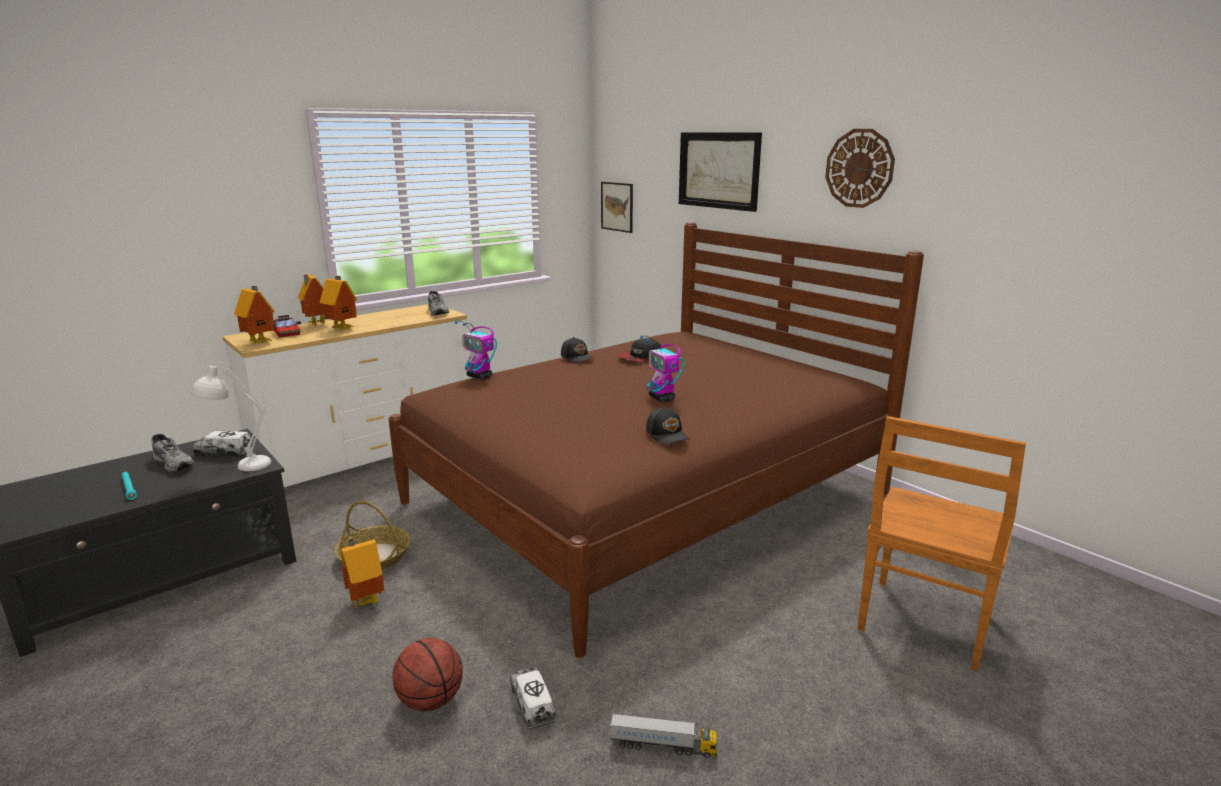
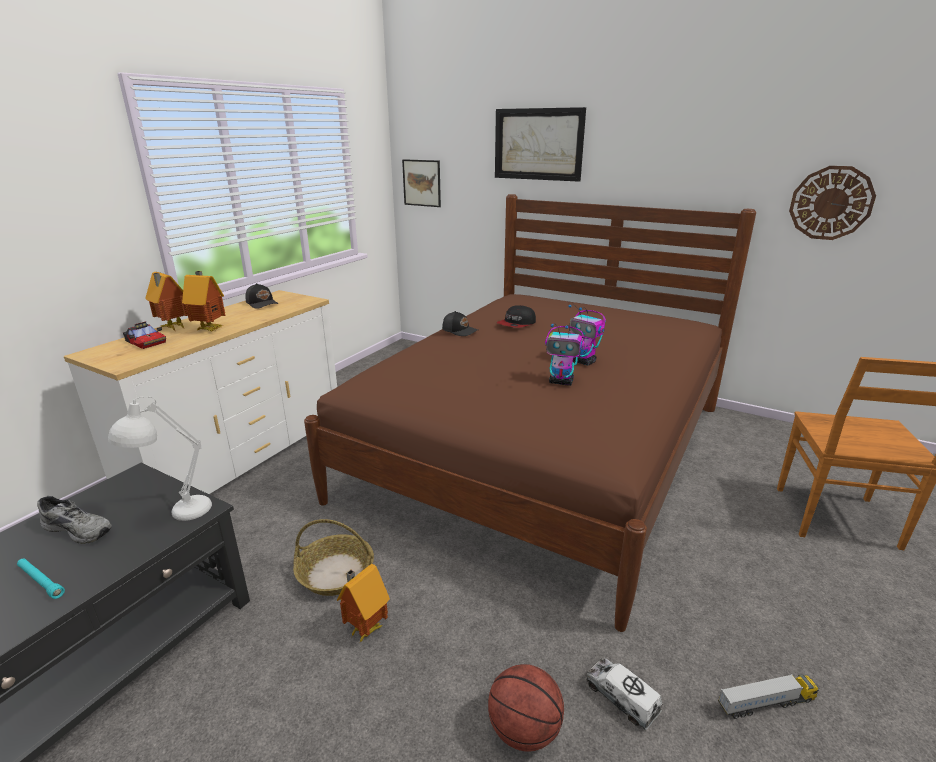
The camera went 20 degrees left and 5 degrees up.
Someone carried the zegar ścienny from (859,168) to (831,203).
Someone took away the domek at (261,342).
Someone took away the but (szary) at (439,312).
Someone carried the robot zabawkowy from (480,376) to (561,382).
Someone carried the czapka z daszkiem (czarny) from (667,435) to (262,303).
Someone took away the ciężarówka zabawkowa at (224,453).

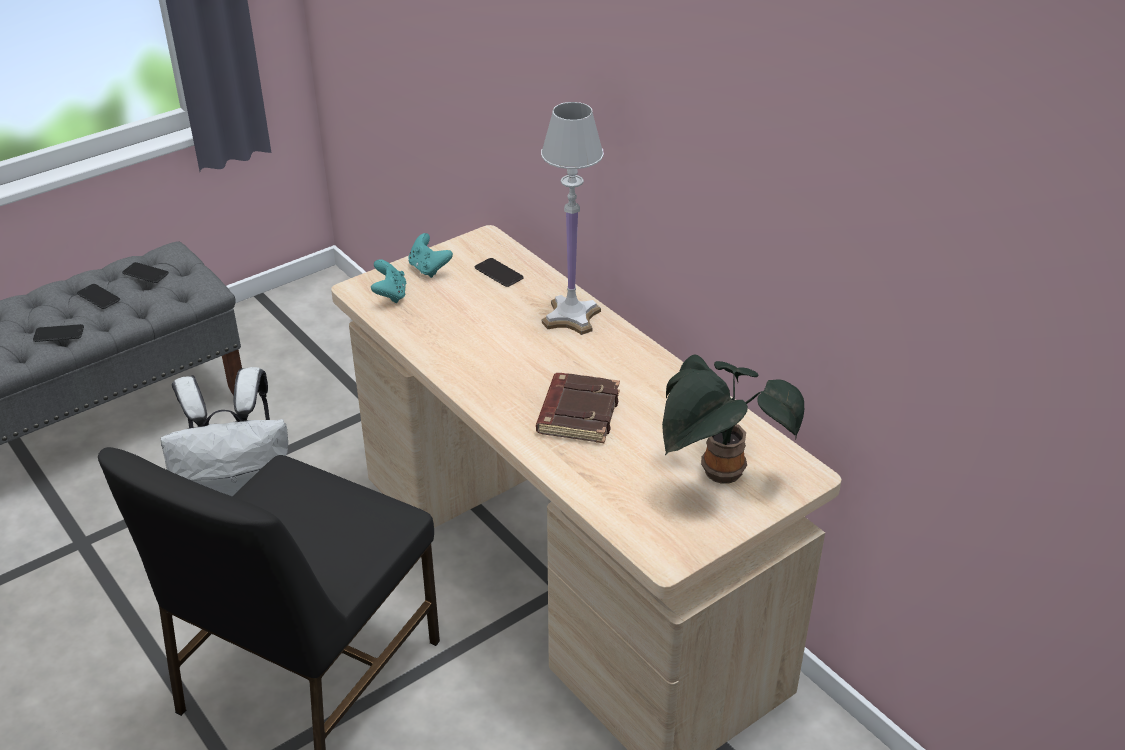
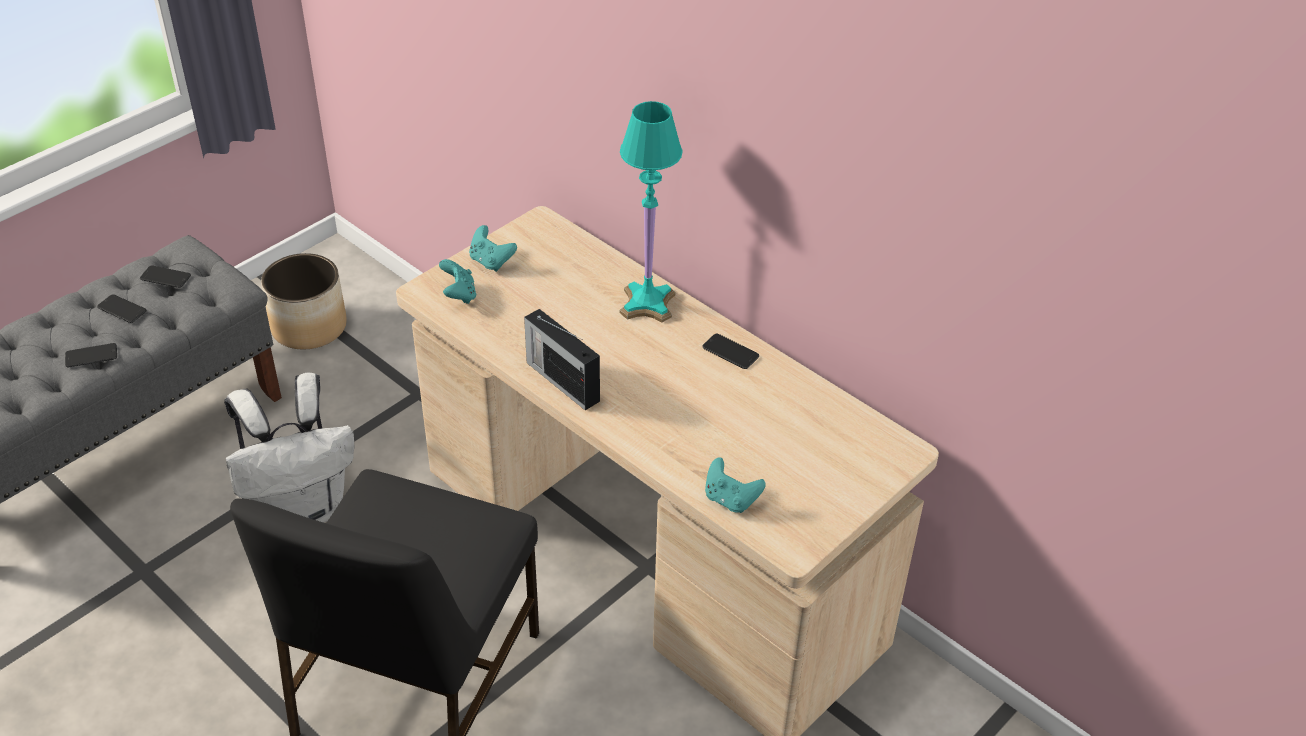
The camera went 10 degrees left and 5 degrees up.
Someone repainted the lampa stołowa (biały) at (571,317), which became the lampa stołowa (turkusowy) at (647,304).
Someone carried the telefon from (498,273) to (730,352).
Someone took away the roślina doniczkowa at (719,475).
Someone took away the książka (brązowy) at (577,413).
Someone put down the donica at (309,326).
Someone put down the radio at (561,380).
Someone put down the pad do gier (turkusowy) at (730,499).

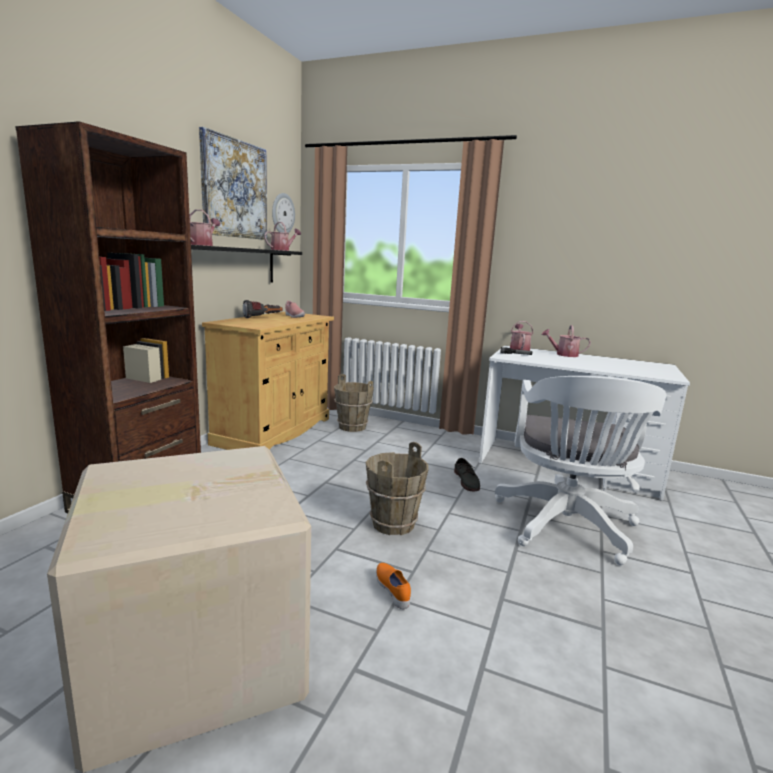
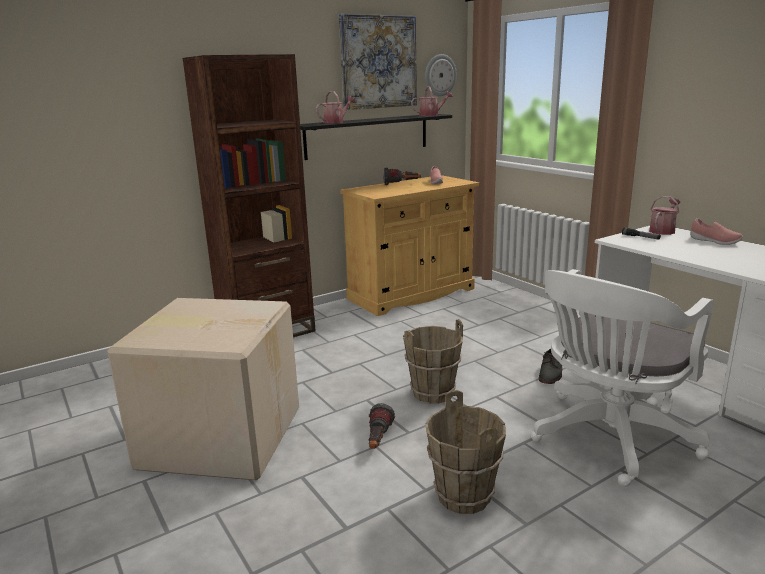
The camera went 35 degrees right and 5 degrees up.
Someone swapped the konewka at (563,354) for the but (różowy) at (714,241).
Someone carried the wiadro (brązowy) from (352,427) to (463,496).
Someone swapped the but (pomarańczowy) at (393,591) for the latarka at (378,440).

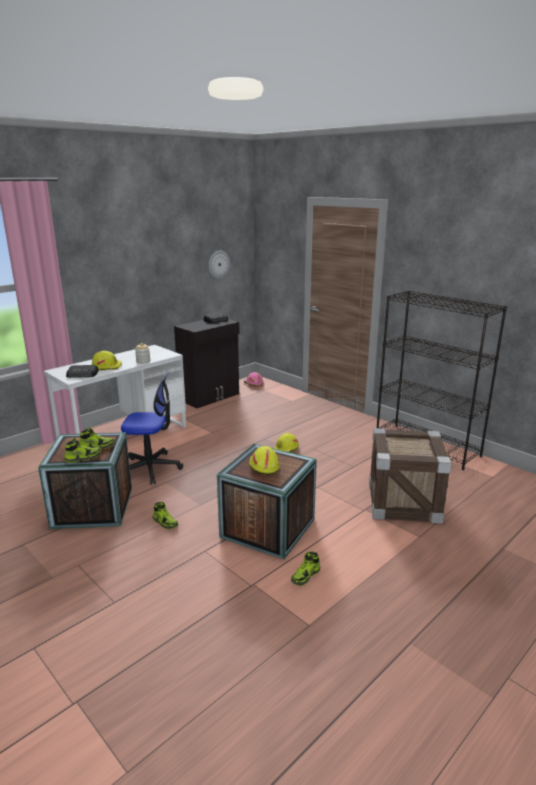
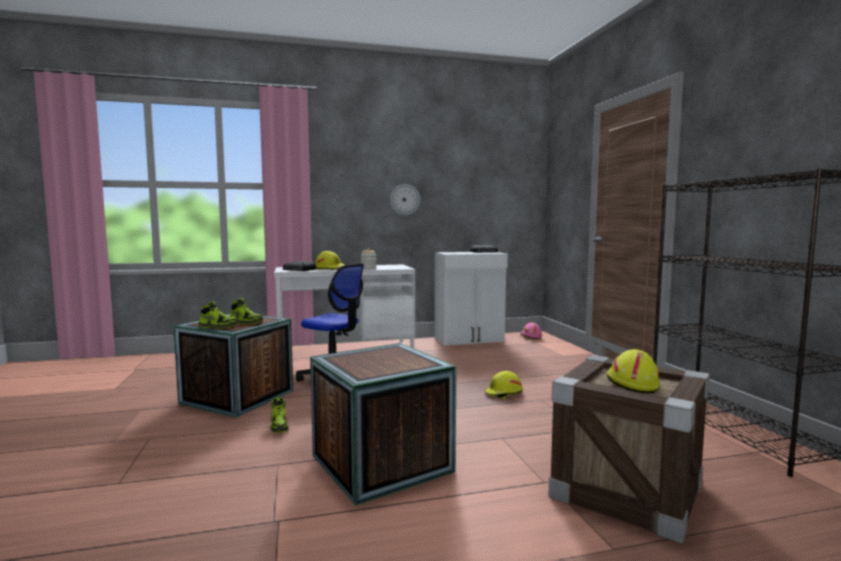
The camera went 30 degrees right and 15 degrees down.
Someone carried the zegar ścienny from (218,264) to (404,200).
Someone repainted the szafka (czarny) at (210,397), which became the szafka (biały) at (469,340).
Someone carried the kask (żółty) from (263,466) to (631,384).
Someone took away the but at (305,576).

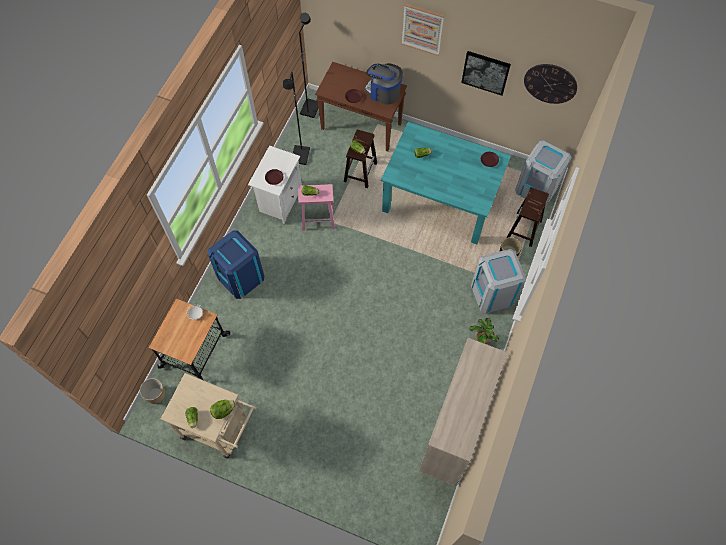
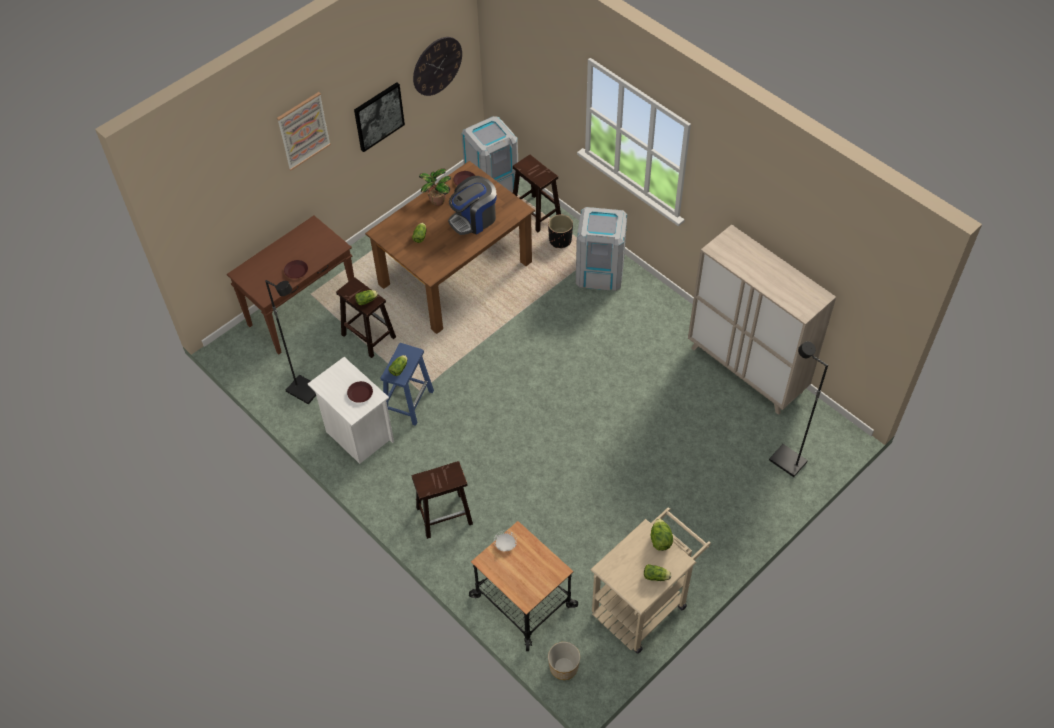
The camera went 65 degrees left and 10 degrees down.
Someone carried the lampa stojąca (czarny) from (310,108) to (786,462).
Someone carried the ekspres do kawy from (383,92) to (474,219).
Someone repainted the stół jadalny (turkusowy) at (441,200), which became the stół jadalny (brązowy) at (455,272).
Someone repainted the stołek (różowy) at (318,218), which became the stołek (niebieski) at (408,402).
Someone swapped the kosz na śmieci (niebieski) at (241,277) for the stołek (brązowy) at (445,515).
Someone carried the roślina doniczkowa from (481,340) to (436,201).

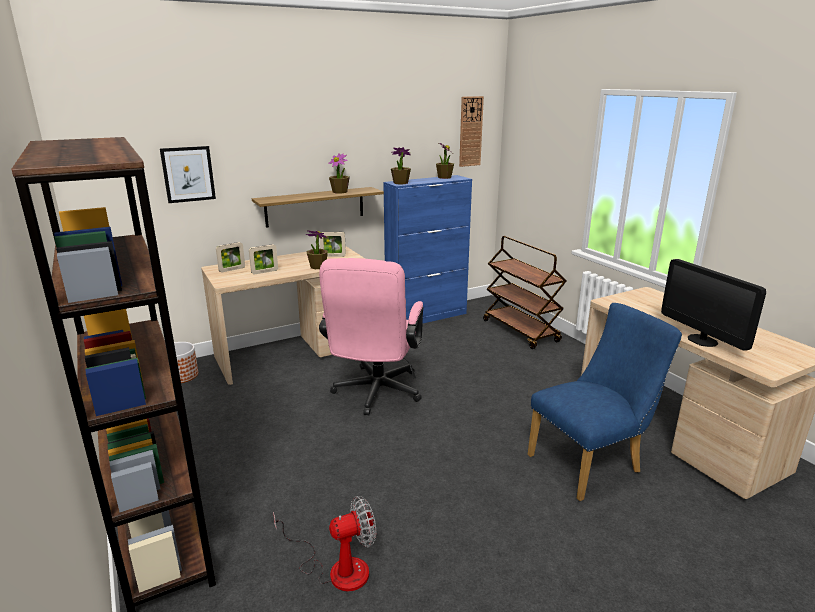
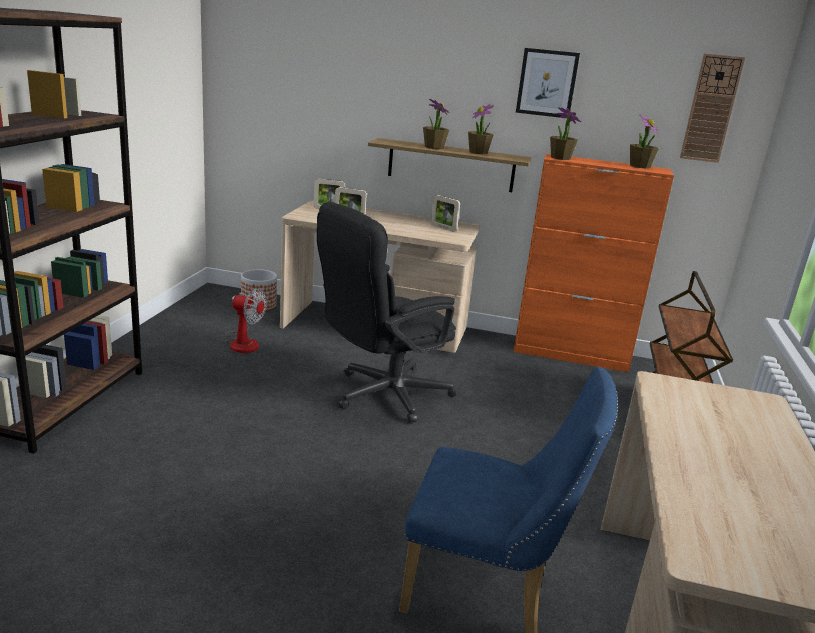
The camera went 40 degrees right and 0 degrees up.
Someone carried the obraz from (188,174) to (547,83).
Someone repainted the szafka (niebieski) at (427,316), which became the szafka (pomarańczowy) at (571,355).
Someone carried the roślina doniczkowa from (317,266) to (433,147).
Someone repainted the krzesło biurowe (różowy) at (375,394), which became the krzesło biurowe (czarny) at (381,396).
Someone took away the monitor at (702,340).
Someone carried the wentylator from (337,569) to (243,342).

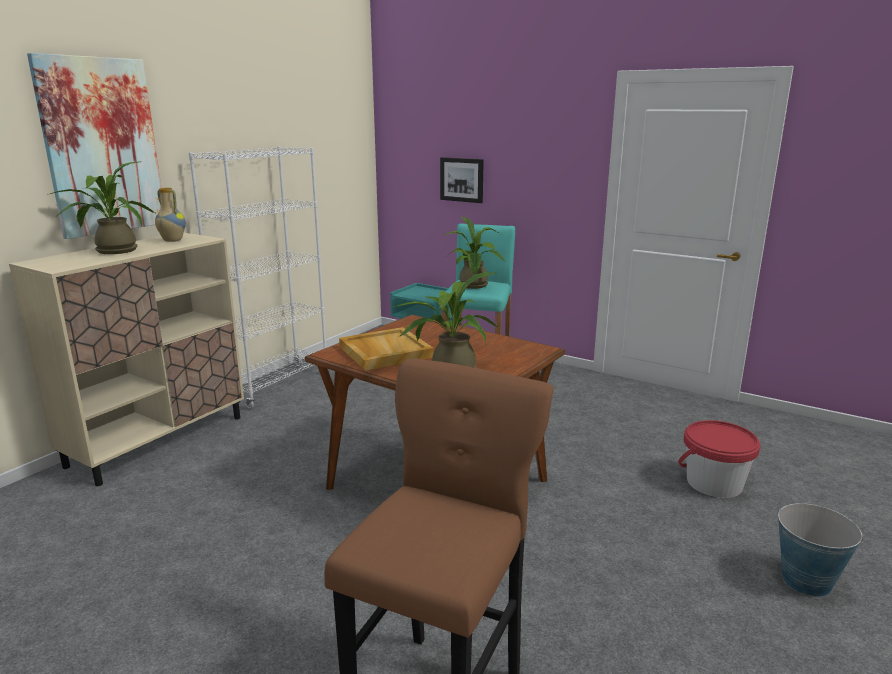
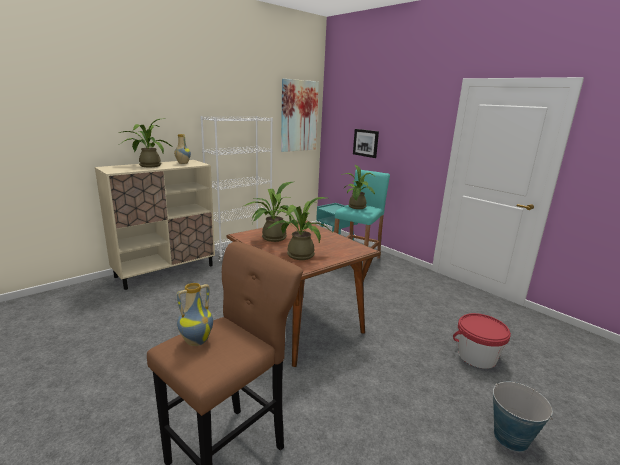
The camera went 15 degrees right and 0 degrees up.
Someone carried the obraz from (102,147) to (299,116).
Someone swapped the taca (beżowy) at (384,352) for the roślina doniczkowa at (270,238).
Someone put down the wazon at (196,340).

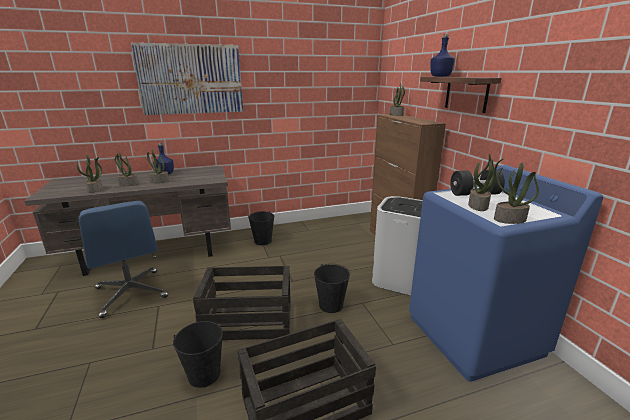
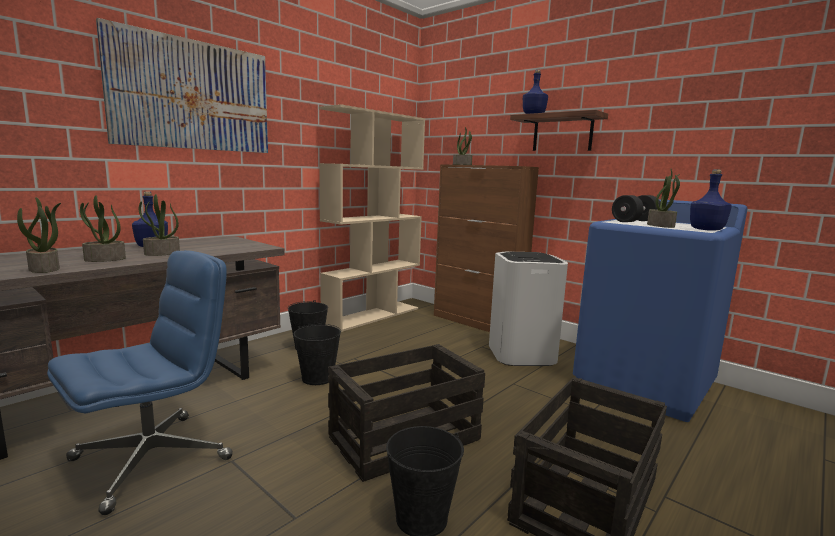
The camera went 30 degrees left and 10 degrees down.
Someone swapped the roślina doniczkowa at (509,220) for the butelka (niebieski) at (706,230).
Someone rotated the krzesło biurowe (niebieski) at (131,293) by 75 degrees counterclockwise.
Someone carried the wiadro (czarny) from (331,305) to (317,378).
Someone put down the regał (beżowy) at (372,315).

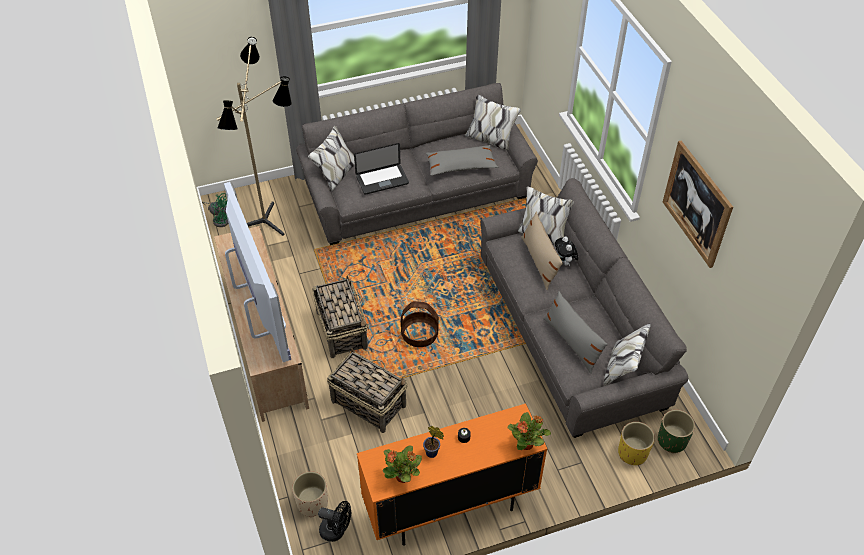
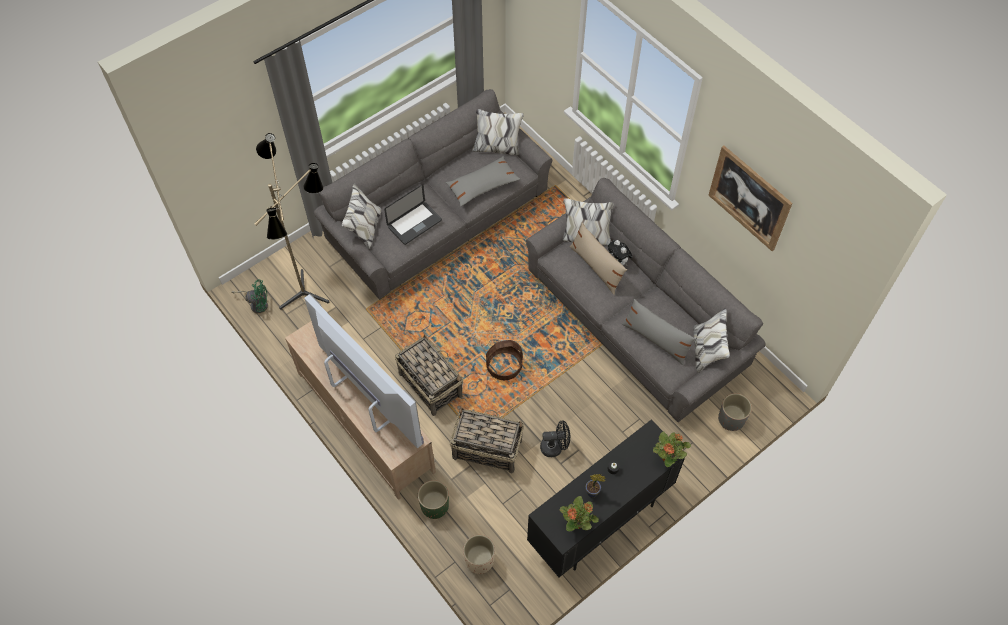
The camera went 20 degrees left and 10 degrees up.
Someone repainted the szafka (pomarańczowy) at (450,507), which became the szafka (czarny) at (599,522).
Someone carried the donica (zielony) from (672,440) to (434,506).
Someone repainted the donica (żółty) at (632,453), which became the donica (szary) at (731,419).
Someone carried the wentylator (czarny) from (336,531) to (555,447).

